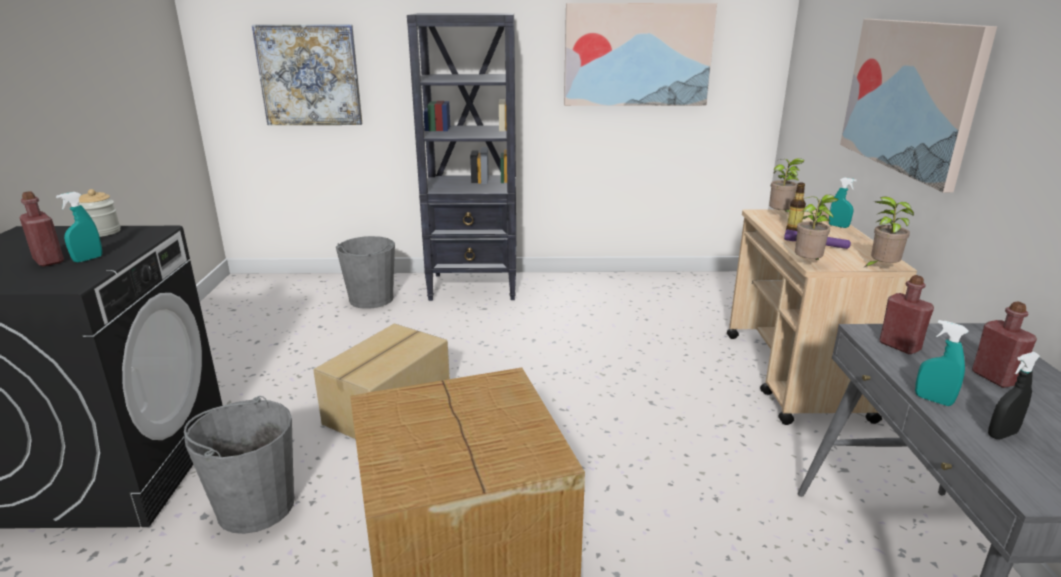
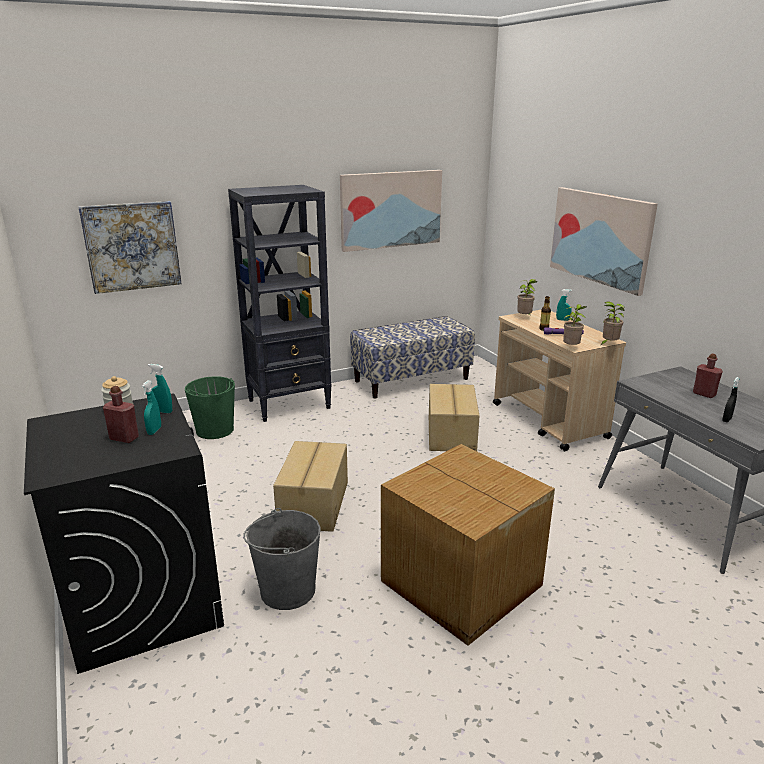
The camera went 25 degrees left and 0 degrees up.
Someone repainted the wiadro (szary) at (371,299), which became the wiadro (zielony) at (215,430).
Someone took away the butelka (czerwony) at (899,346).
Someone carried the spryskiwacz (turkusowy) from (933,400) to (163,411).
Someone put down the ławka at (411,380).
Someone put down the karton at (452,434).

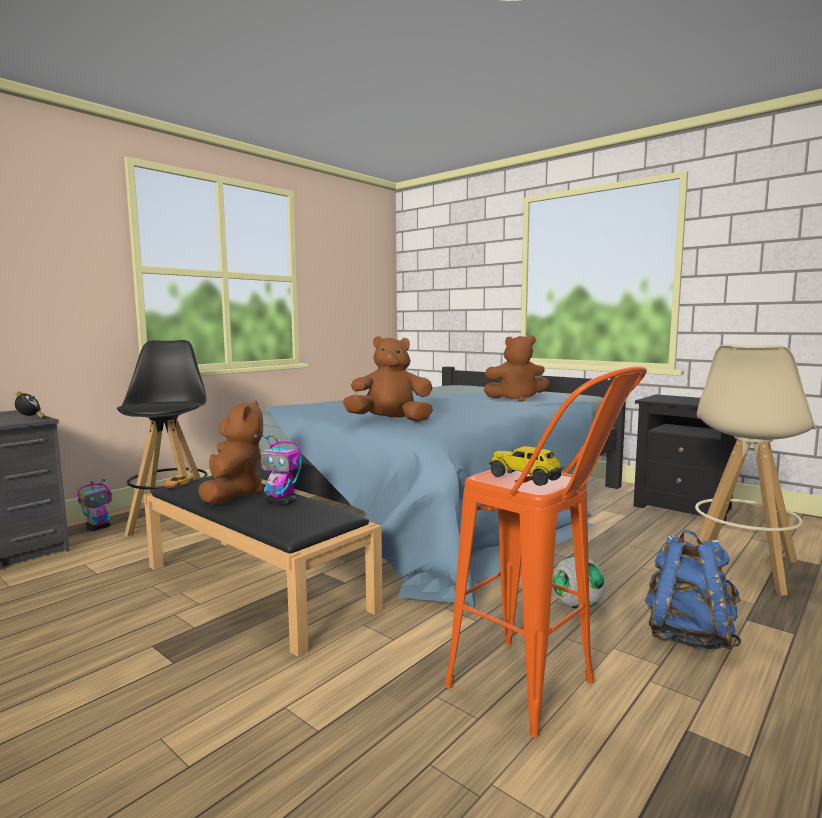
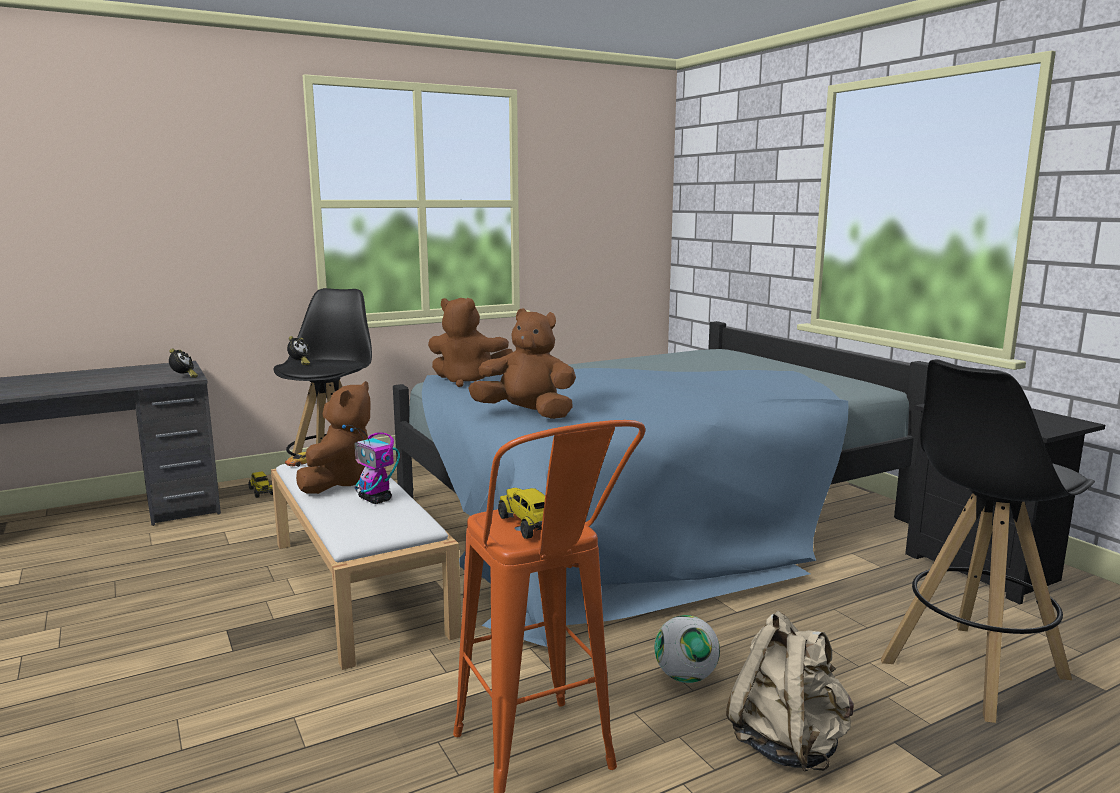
The camera went 20 degrees right and 5 degrees up.
Someone carried the pluszak (brązowy) from (516,399) to (469,381).
Someone repainted the stołek (beżowy) at (741,566), which became the stołek (czarny) at (972,670).
Someone repainted the ławka (czarny) at (258,587), which became the ławka (biały) at (360,586).
Someone swapped the robot zabawkowy at (98,528) for the ciężarówka zabawkowa at (261,491).
Someone repainted the plecak (niebieski) at (688,636), which became the plecak (beżowy) at (787,744).
Someone put down the budzik at (299,364).

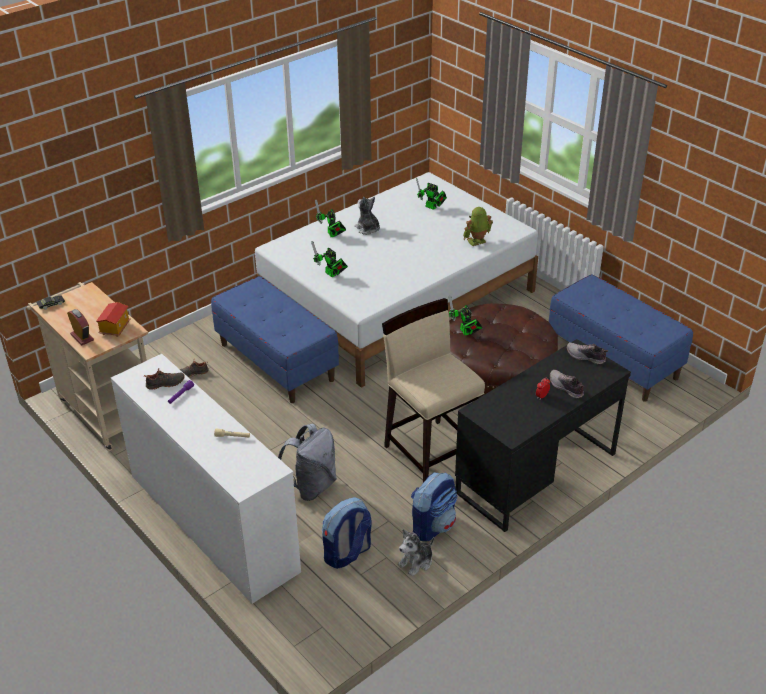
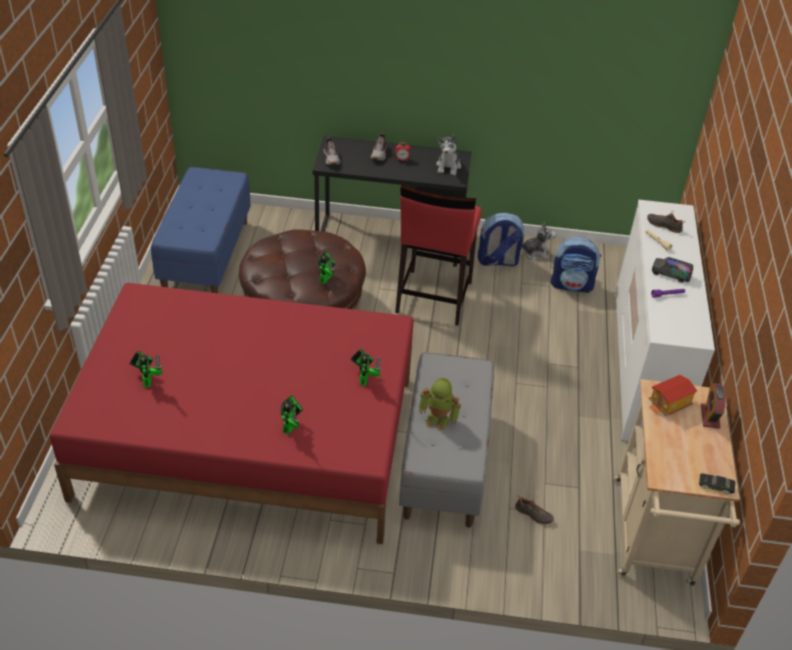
The camera went 135 degrees left and 5 degrees up.
Someone repainted the łóżko (biały) at (398,300), which became the łóżko (czerwony) at (249,436).
Someone carried the pluszak from (368,229) to (448,166).
Someone carried the robot zabawkowy from (477,242) to (438,419).
Someone repainted the ławka (niebieski) at (277,362), which became the ławka (szary) at (444,461).
Someone repainted the stołek (beżowy) at (431,452), which became the stołek (czerwony) at (433,297).
Someone carried the but (czarny) from (165,384) to (664,225).
Someone took away the plecak (szary) at (311,486).
Someone put down the ciężarówka zabawkowa at (671,274).

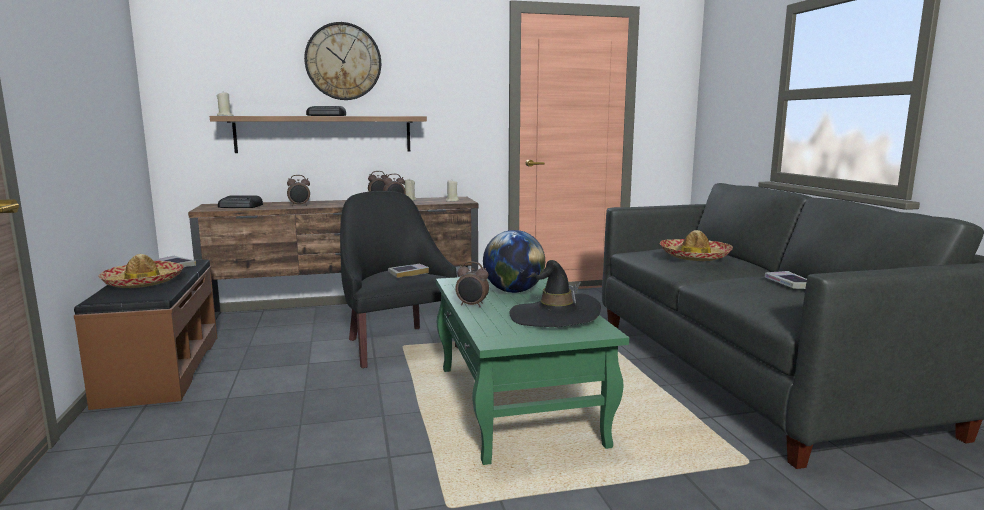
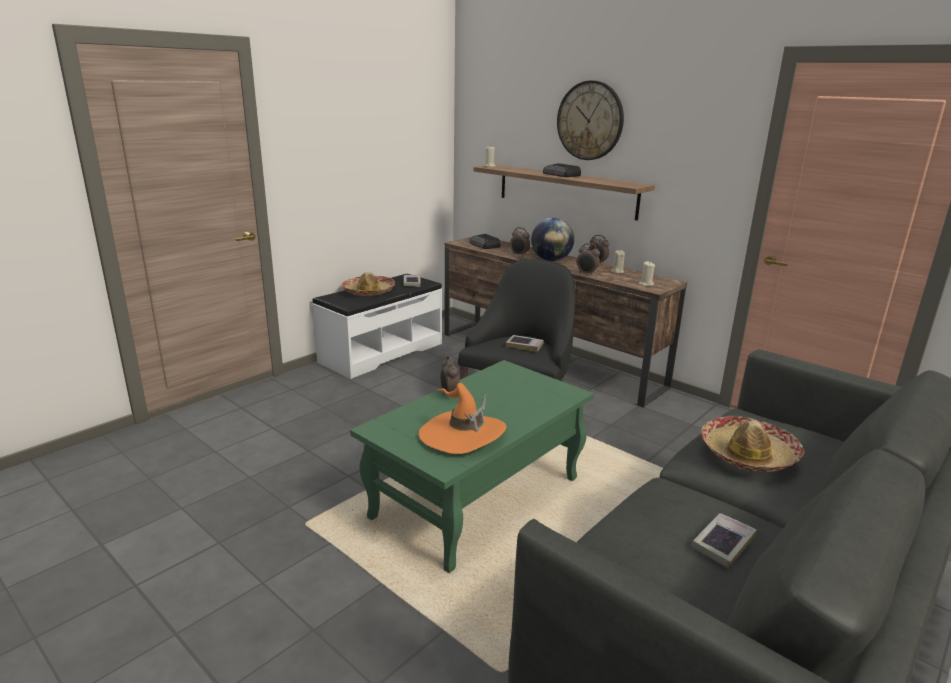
The camera went 55 degrees right and 10 degrees up.
Someone carried the globus from (513,291) to (551,260).
Someone repainted the ławka (brązowy) at (160,369), which became the ławka (biały) at (381,352).
Someone repainted the kapelusz (czarny) at (554,316), which became the kapelusz (pomarańczowy) at (462,435).

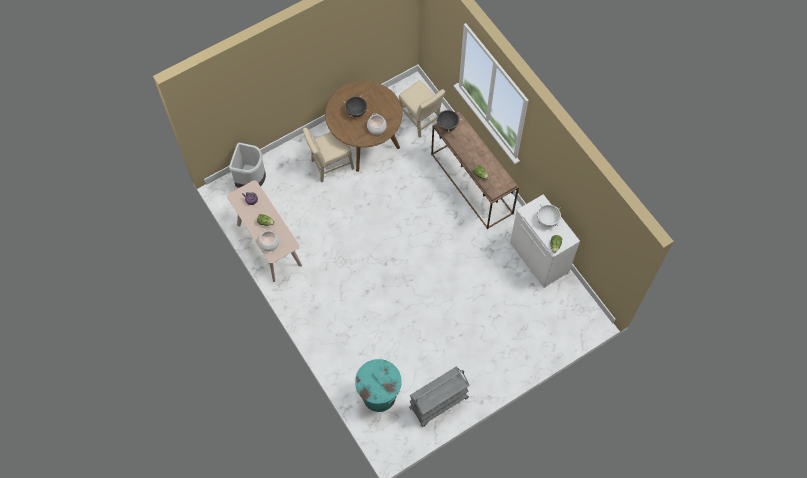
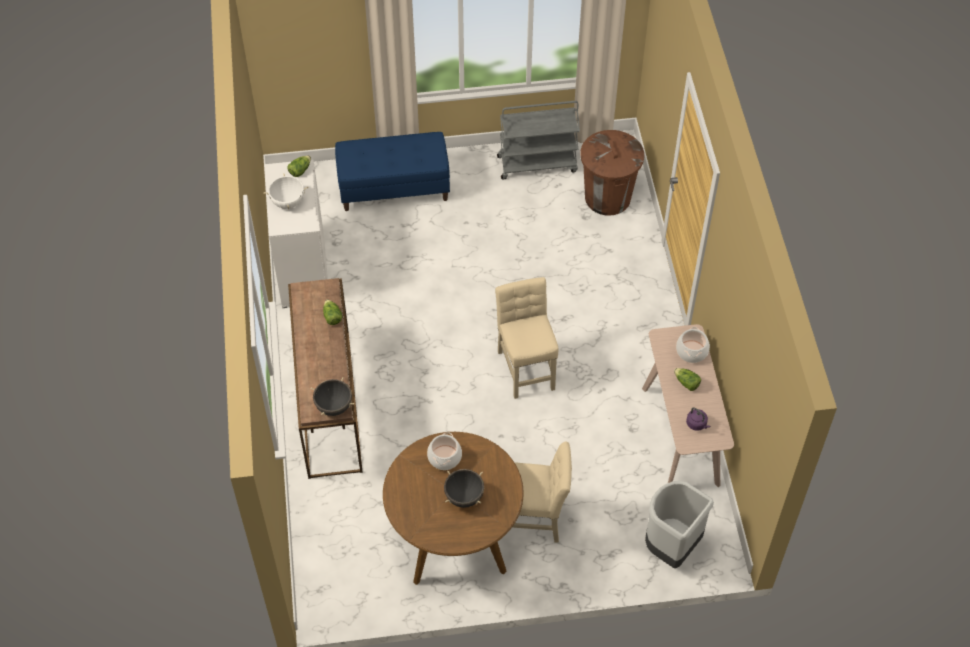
The camera went 155 degrees left and 10 degrees down.
Someone carried the krzesło (beżowy) from (420,120) to (526,366).
Someone repainted the kosz na śmieci (turkusowy) at (379,395), which became the kosz na śmieci (brązowy) at (607,198).
Someone put down the ławka (niebieski) at (394,188).

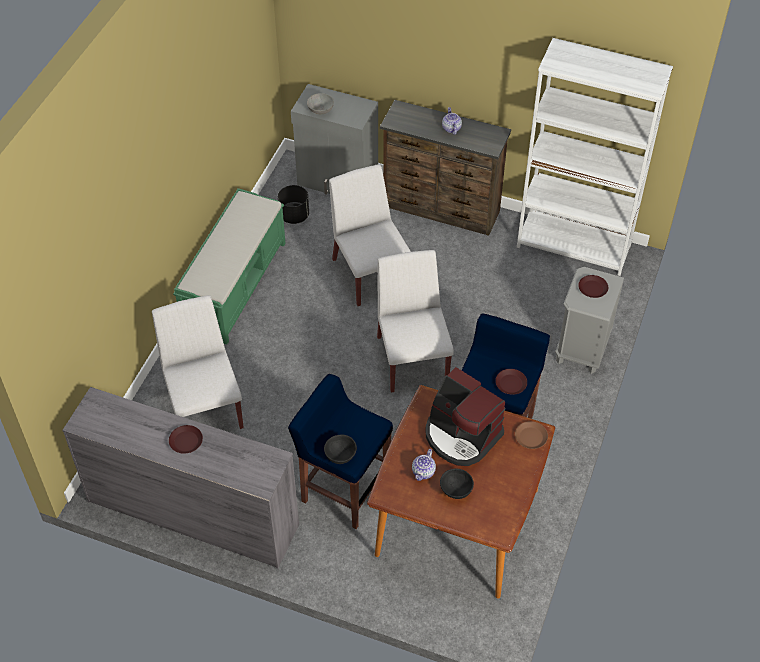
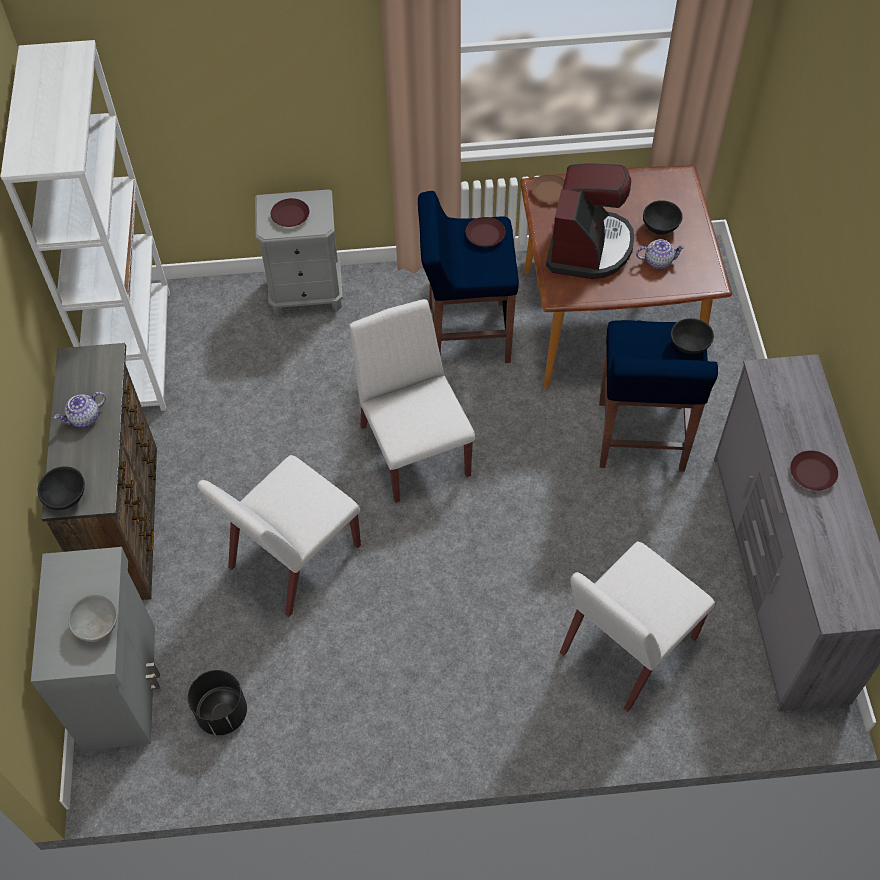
The camera went 115 degrees left and 5 degrees up.
Someone took away the ławka (zielony) at (235,285).
Someone rotated the krzesło (biały) at (412,359) by 105 degrees clockwise.
Someone put down the miska (czarny) at (67,497).

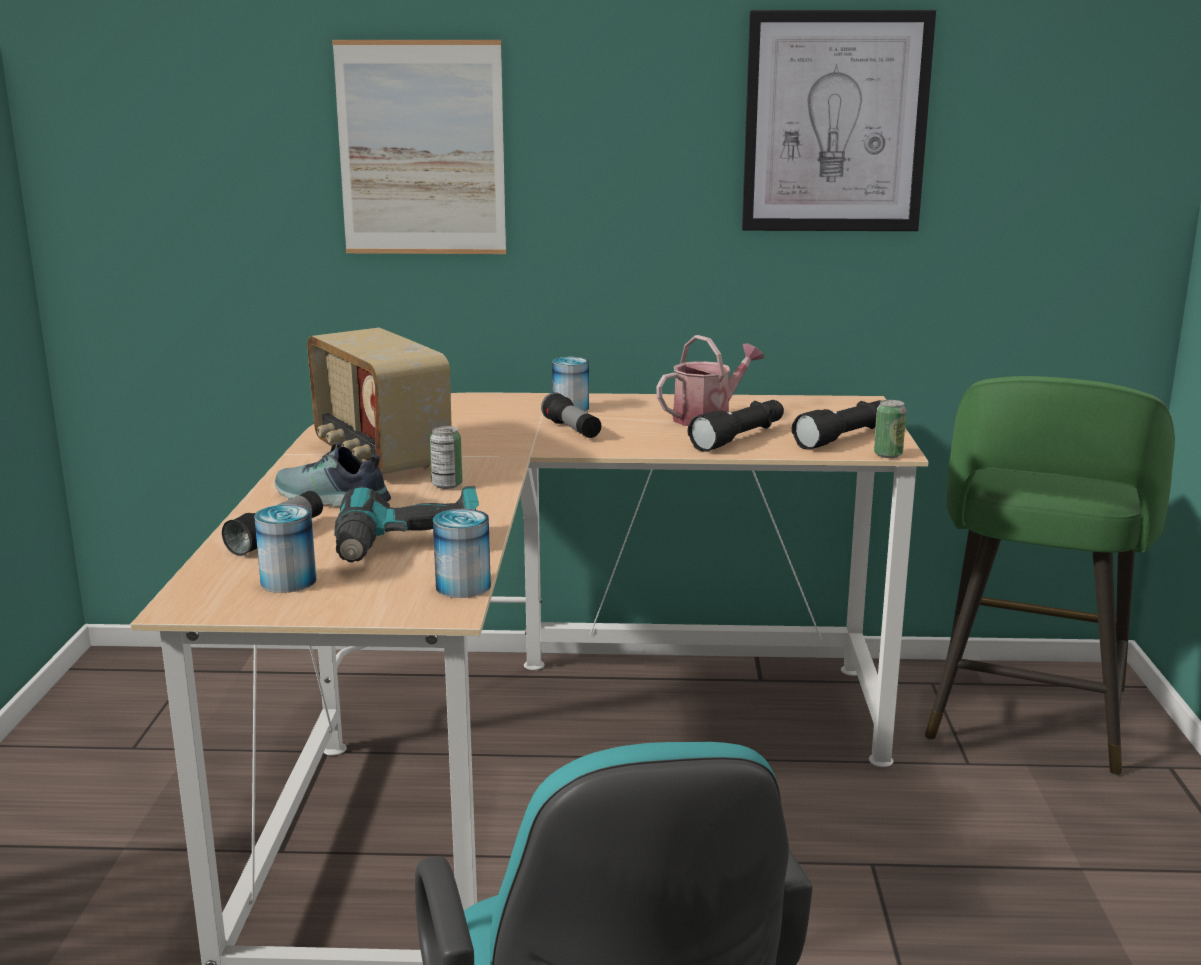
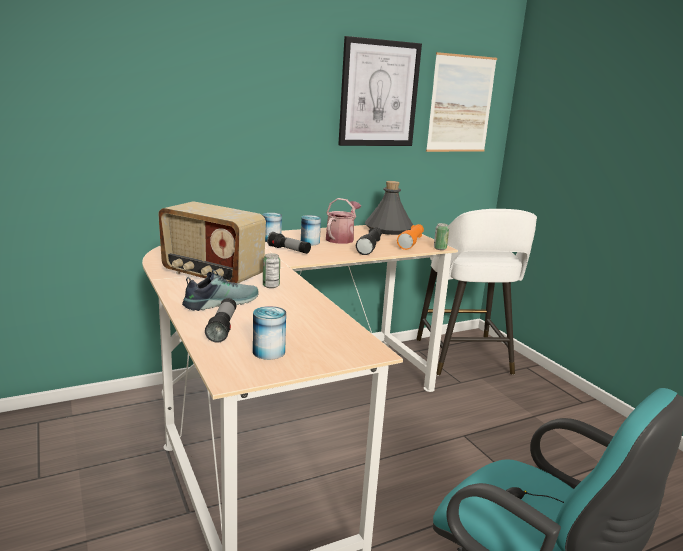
The camera went 30 degrees left and 0 degrees up.
Someone carried the obraz from (421,149) to (461,104).
Someone repainted the stołek (zielony) at (1026,717), which became the stołek (biały) at (464,358).
Someone repainted the latarka (czarny) at (845,437), which became the latarka (pomarańczowy) at (411,242).
Someone rotated the but at (329,500) by 150 degrees clockwise.
Someone took away the wiertarka at (408,548).
Someone carried the puszka from (463,586) to (310,242).
Someone put down the butelka (szary) at (389,229).

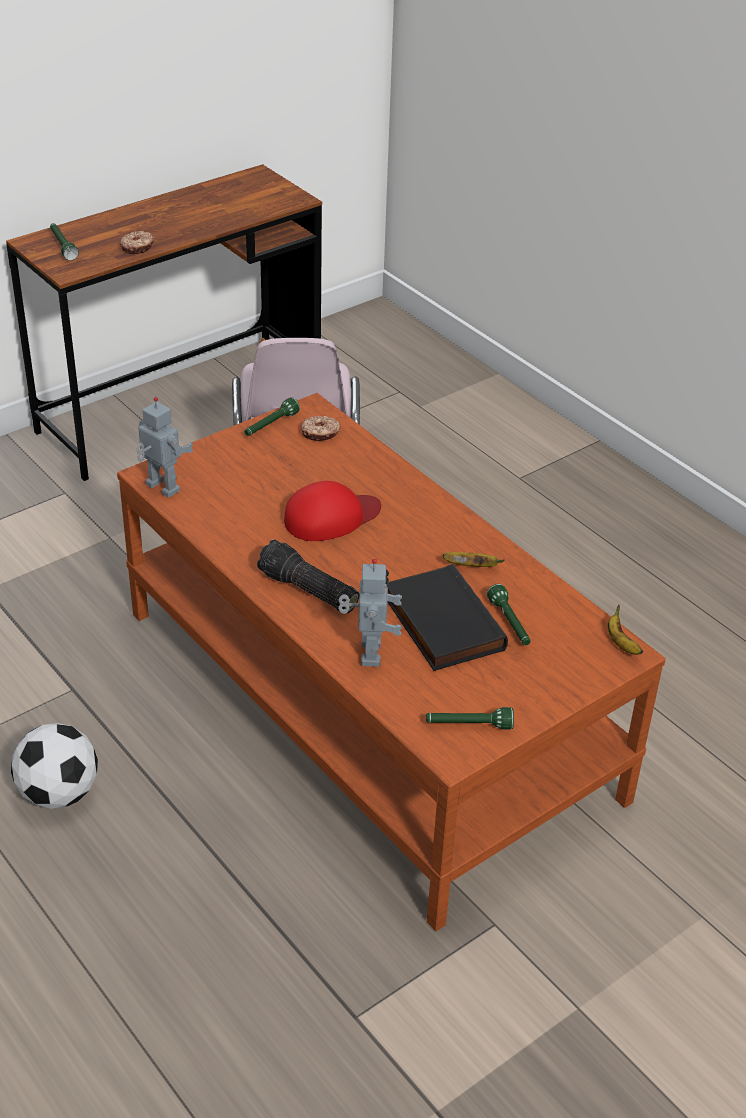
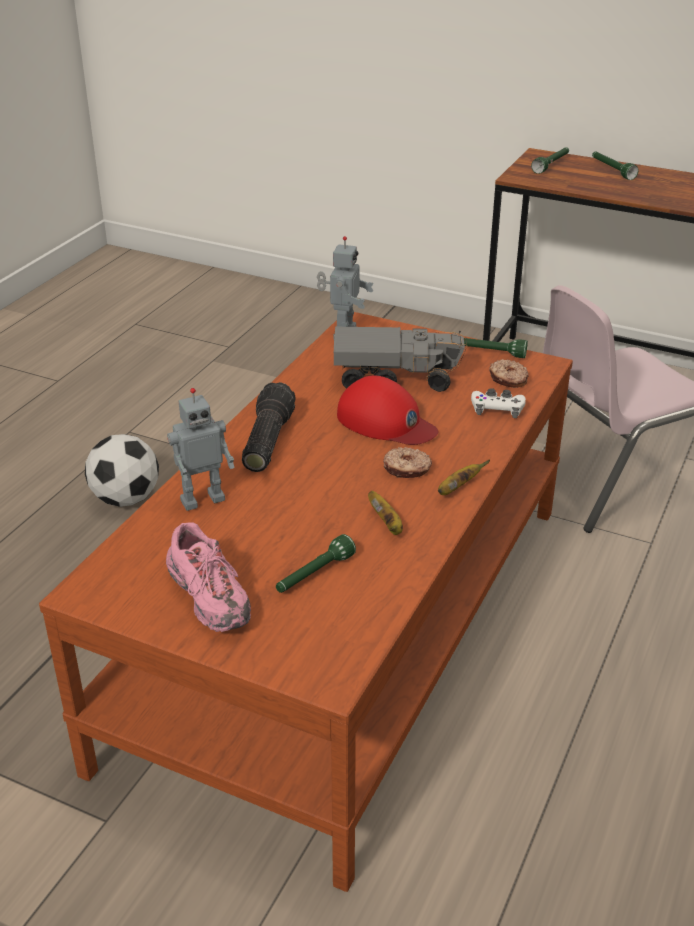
The camera went 65 degrees right and 5 degrees down.
Someone carried the donut from (138,247) to (406,469).
Someone took away the książka (czarny) at (440,623).
Someone carried the banan from (621,643) to (457,488).
Someone carried the latarka (zielony) from (468,725) to (612,170).
Someone put down the ciężarówka zabawkowa at (395,378).
Someone put down the pad do gier (biały) at (497,408).
Someone put down the but (różowy) at (209,598).

